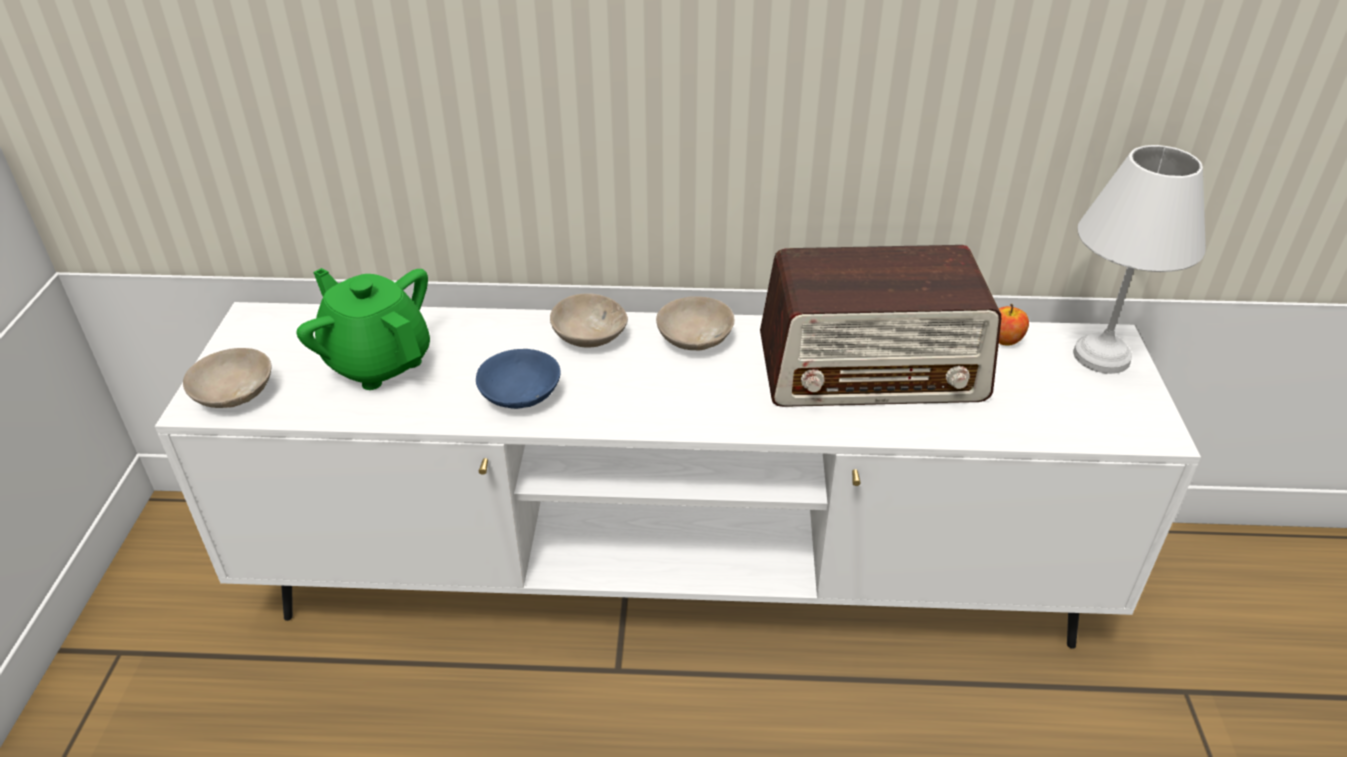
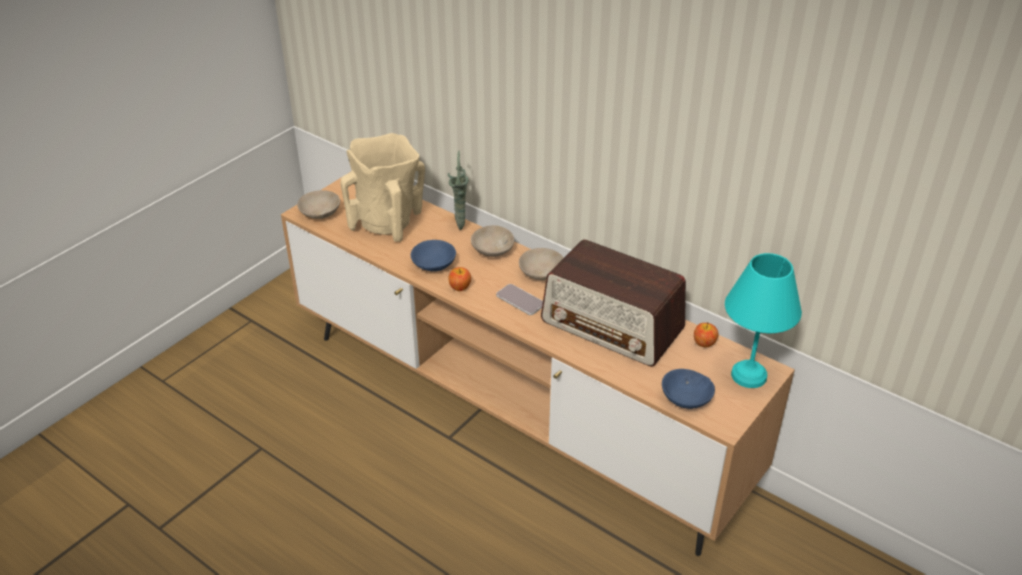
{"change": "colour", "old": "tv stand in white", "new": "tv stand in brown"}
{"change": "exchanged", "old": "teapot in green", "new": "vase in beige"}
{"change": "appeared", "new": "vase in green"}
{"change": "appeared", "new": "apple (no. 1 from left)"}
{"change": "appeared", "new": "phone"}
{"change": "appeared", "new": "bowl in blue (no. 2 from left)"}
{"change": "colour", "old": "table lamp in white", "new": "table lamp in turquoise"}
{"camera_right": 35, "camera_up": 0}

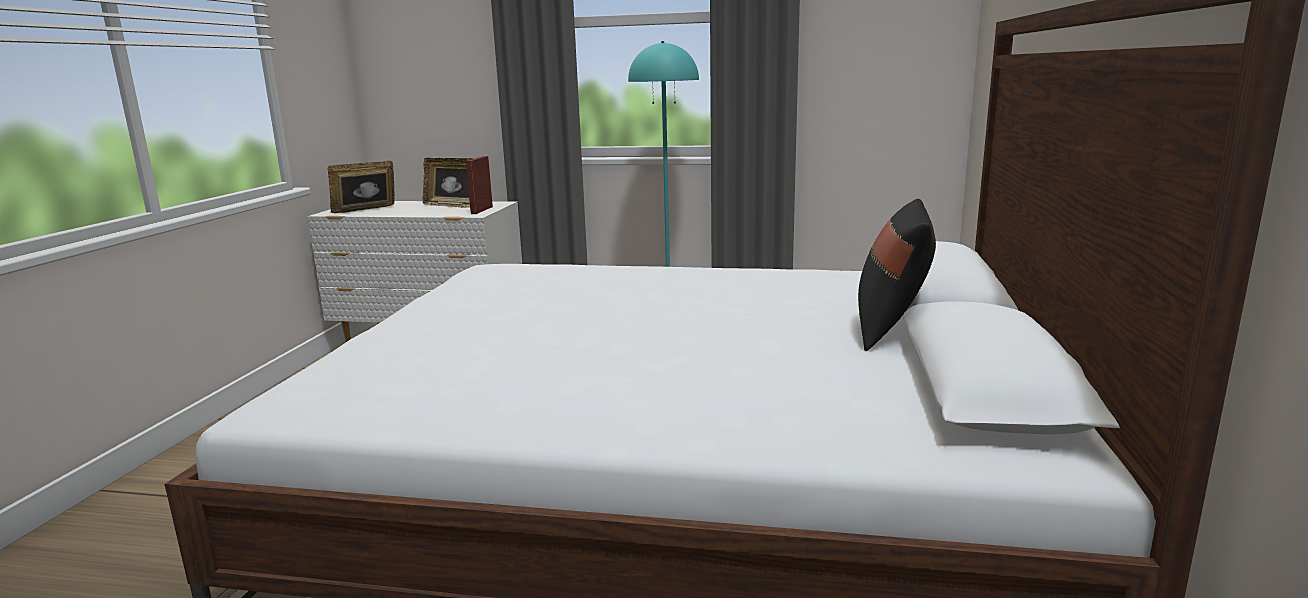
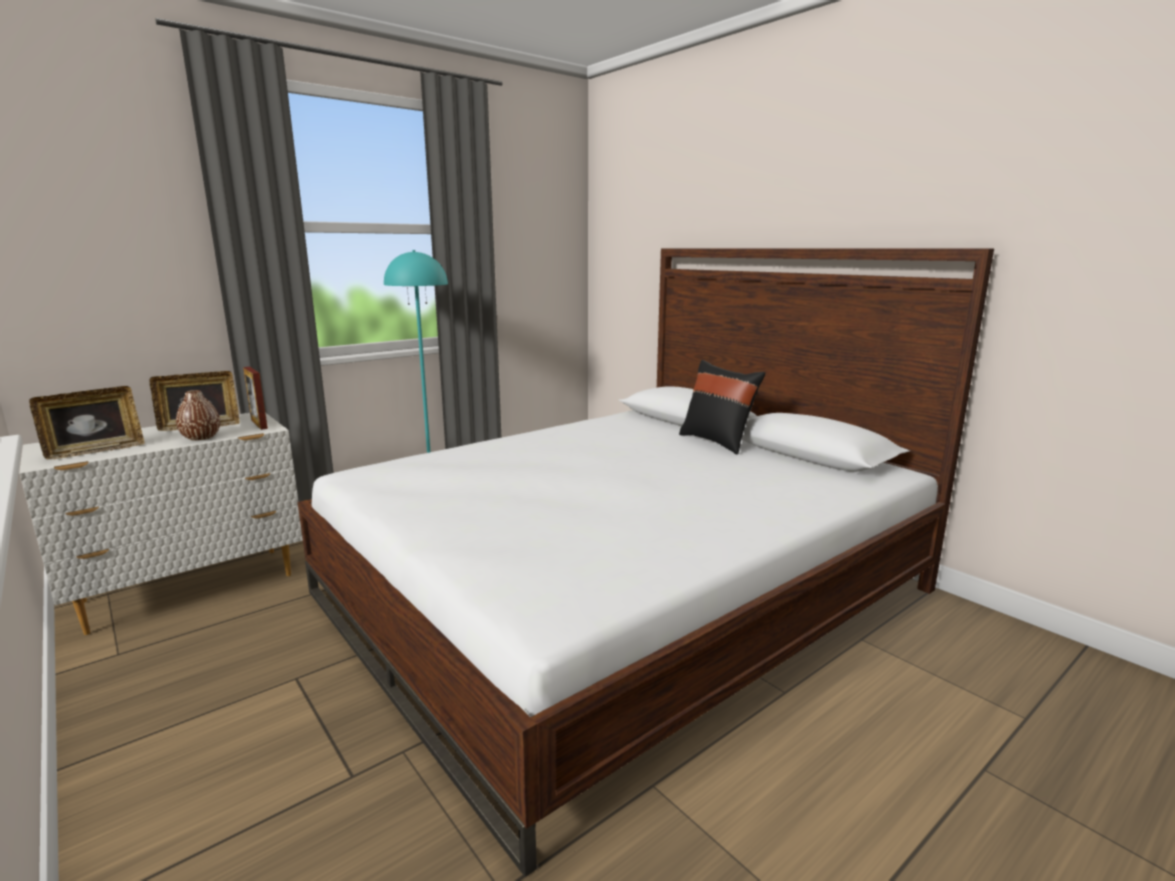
{"change": "spun", "old": "picture frame (no. 1 from left)", "degrees": -135}
{"change": "appeared", "new": "vase in brown"}
{"camera_right": -50, "camera_up": 0}

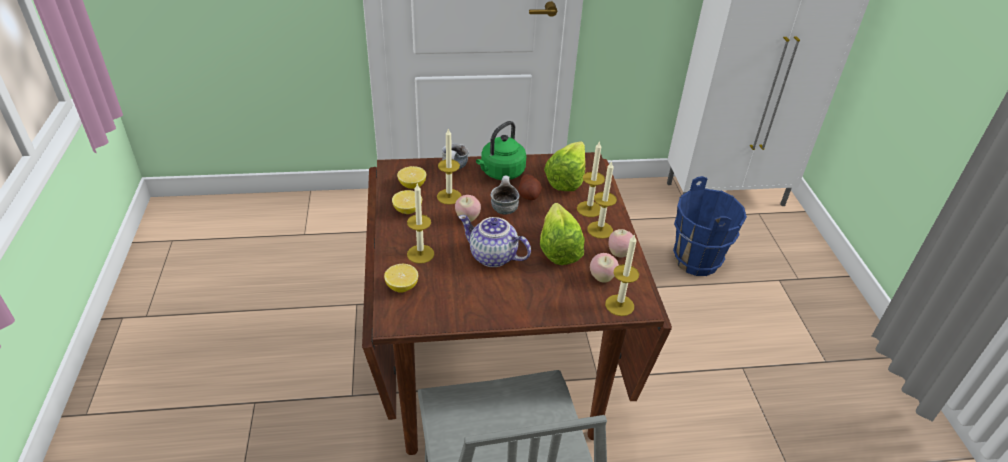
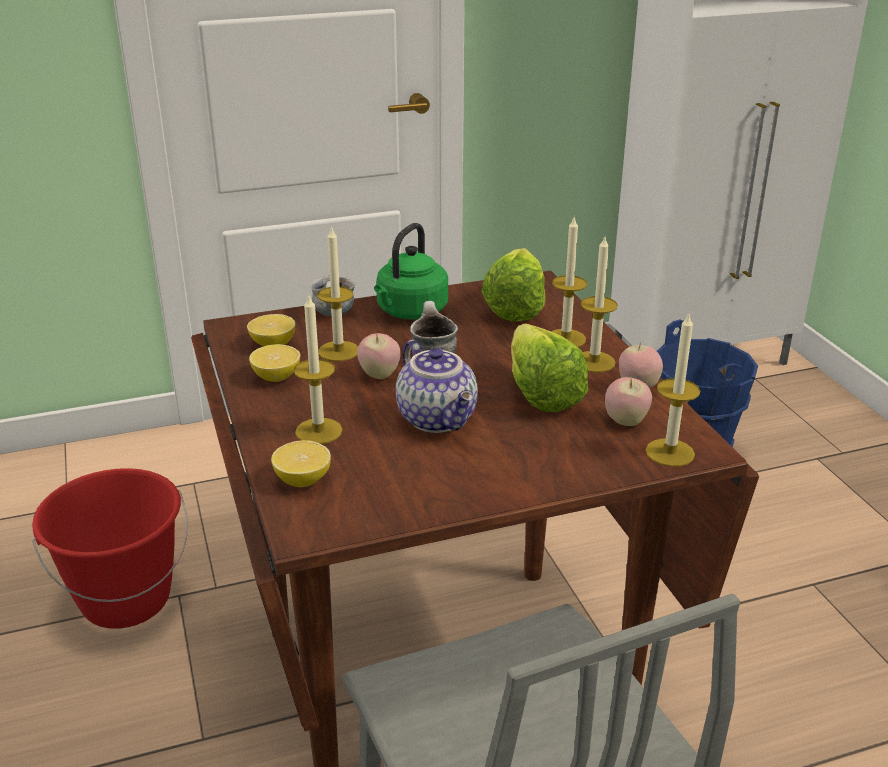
{"change": "appeared", "new": "bucket in red"}
{"change": "spun", "old": "teapot", "degrees": -135}
{"change": "missing", "old": "potato"}
{"camera_right": -10, "camera_up": -10}

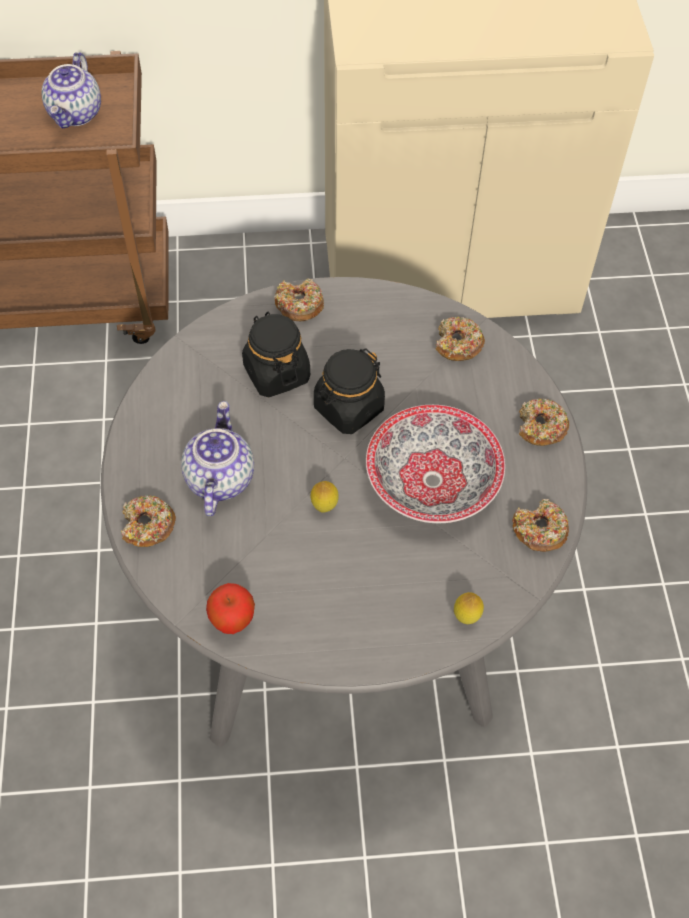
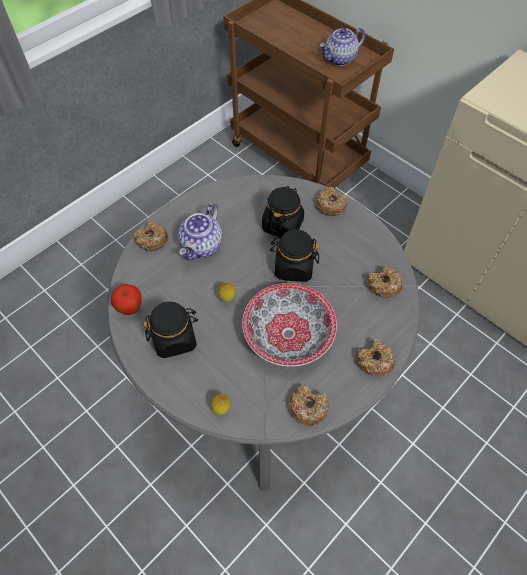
{"change": "appeared", "new": "jar in black (no. 1 from left)"}
{"change": "spun", "old": "teapot (no. 2 from left in the first image)", "degrees": 150}
{"camera_right": 50, "camera_up": 0}

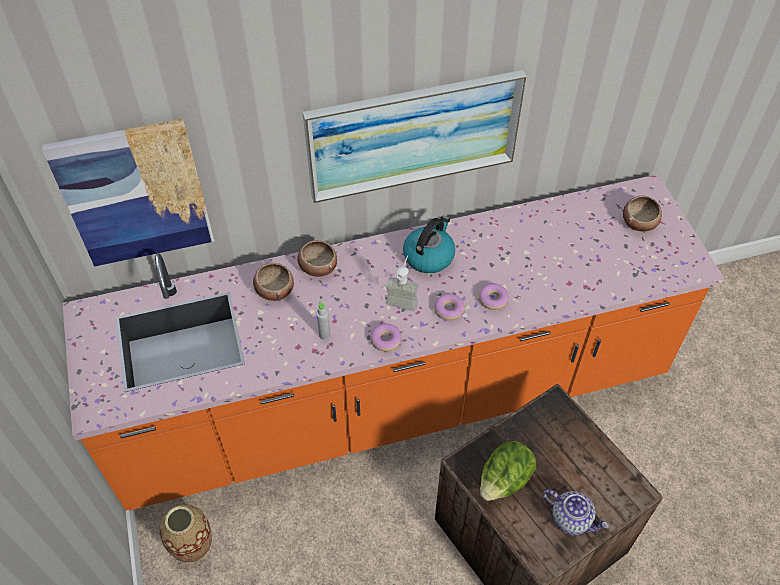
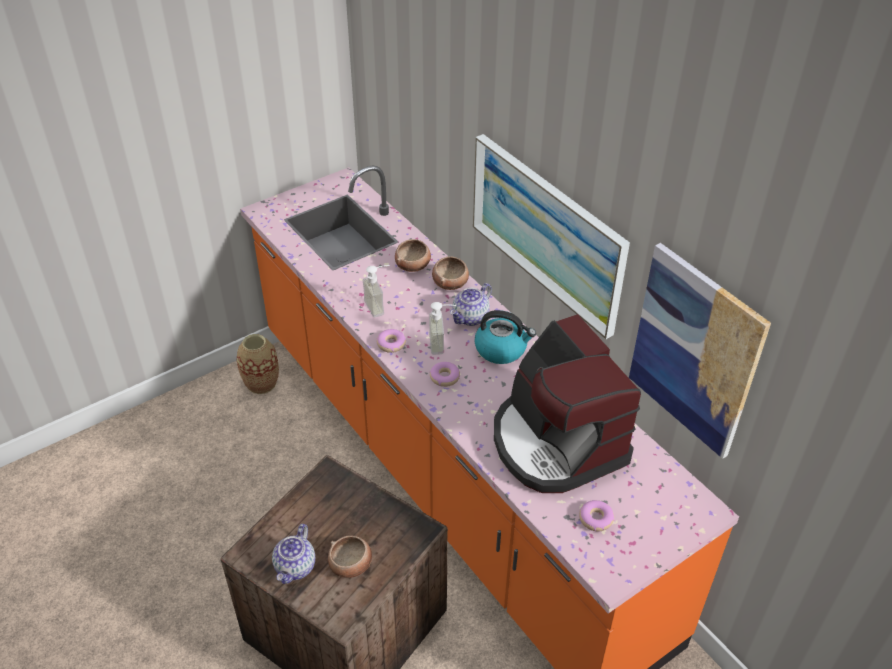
{"change": "relocated", "old": "bowl (no. 3 from left in the first image)", "new": "bowl (no. 1 from left)"}
{"change": "exchanged", "old": "bottle in grey", "new": "soap dispenser (no. 1 from left)"}
{"change": "appeared", "new": "teapot (no. 2 from left)"}
{"change": "appeared", "new": "coffee machine"}
{"change": "relocated", "old": "donut (no. 3 from left)"}
{"change": "relocated", "old": "picture (no. 1 from left in the first image)", "new": "picture (no. 2 from left)"}
{"change": "missing", "old": "lettuce"}
{"camera_right": 70, "camera_up": -10}

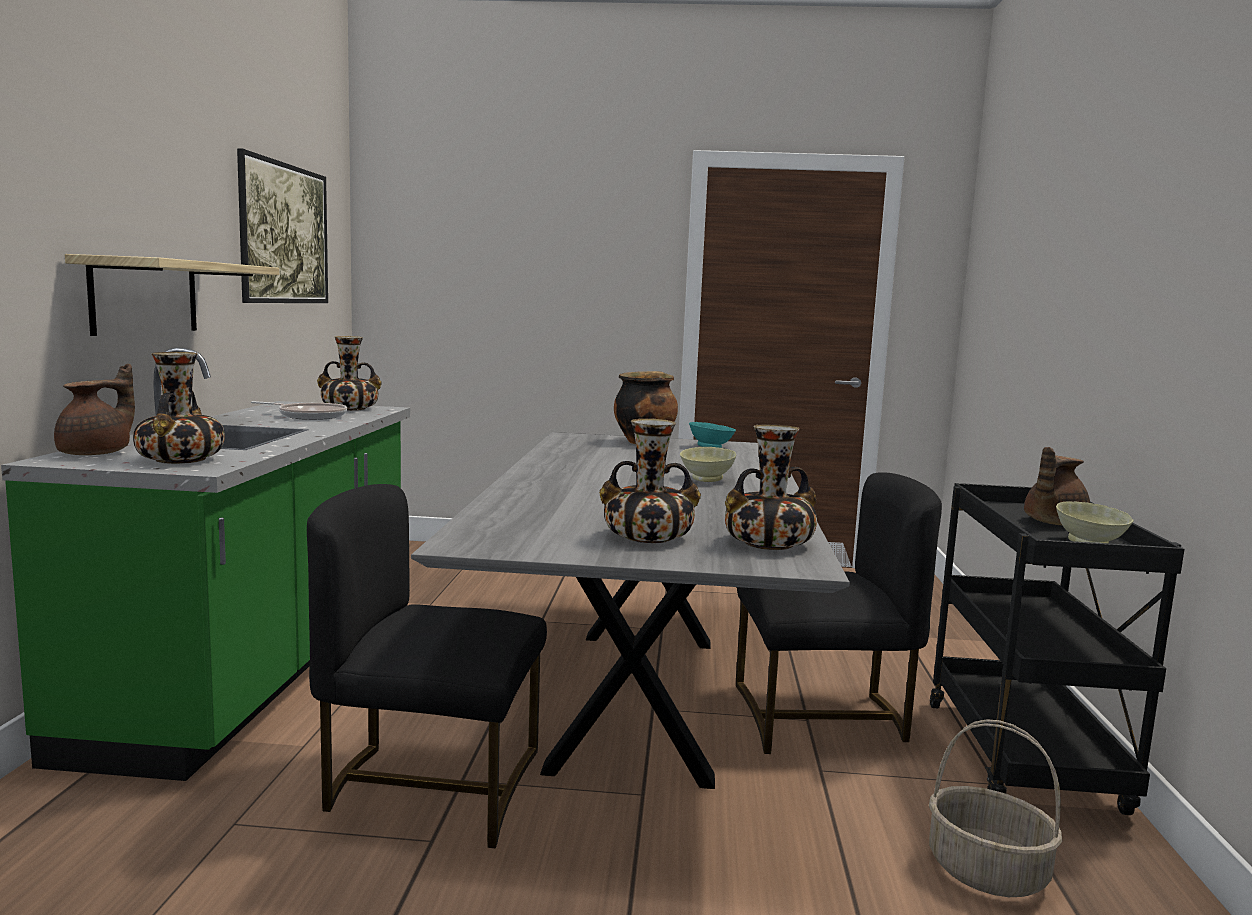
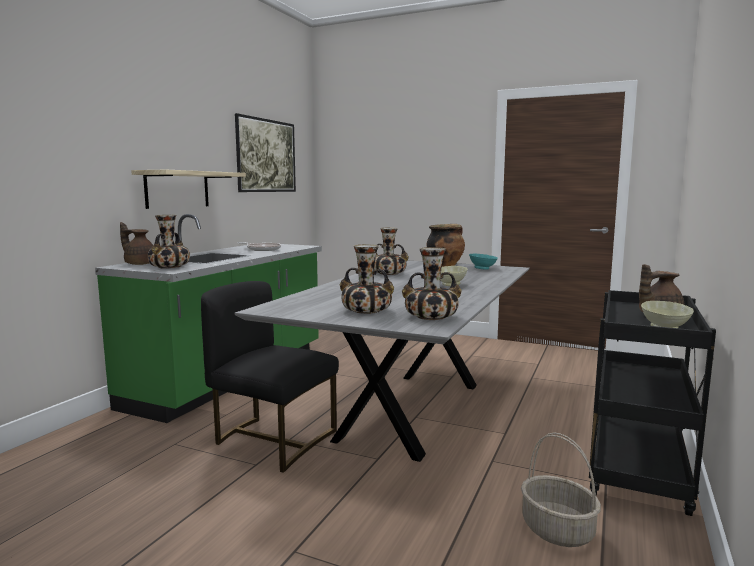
{"change": "spun", "old": "teapot in brown (no. 1 from left)", "degrees": -105}
{"change": "relocated", "old": "vase (no. 2 from left in the first image)", "new": "vase (no. 3 from left)"}
{"change": "missing", "old": "chair in black (no. 2 from left)"}
{"camera_right": 20, "camera_up": 0}

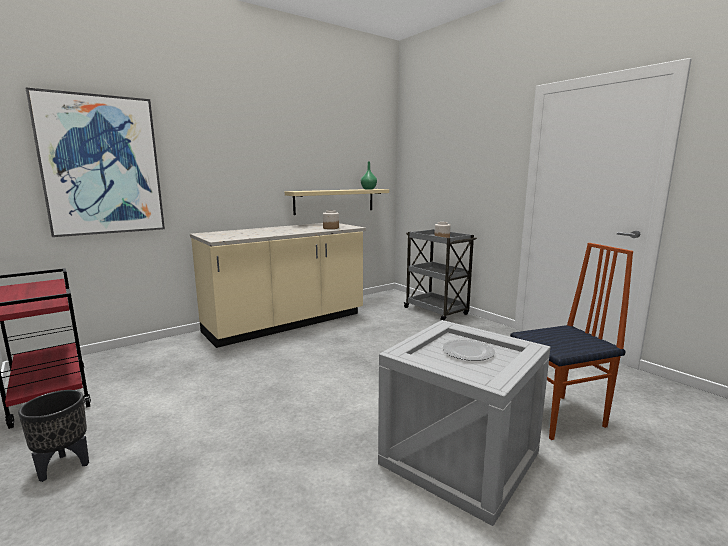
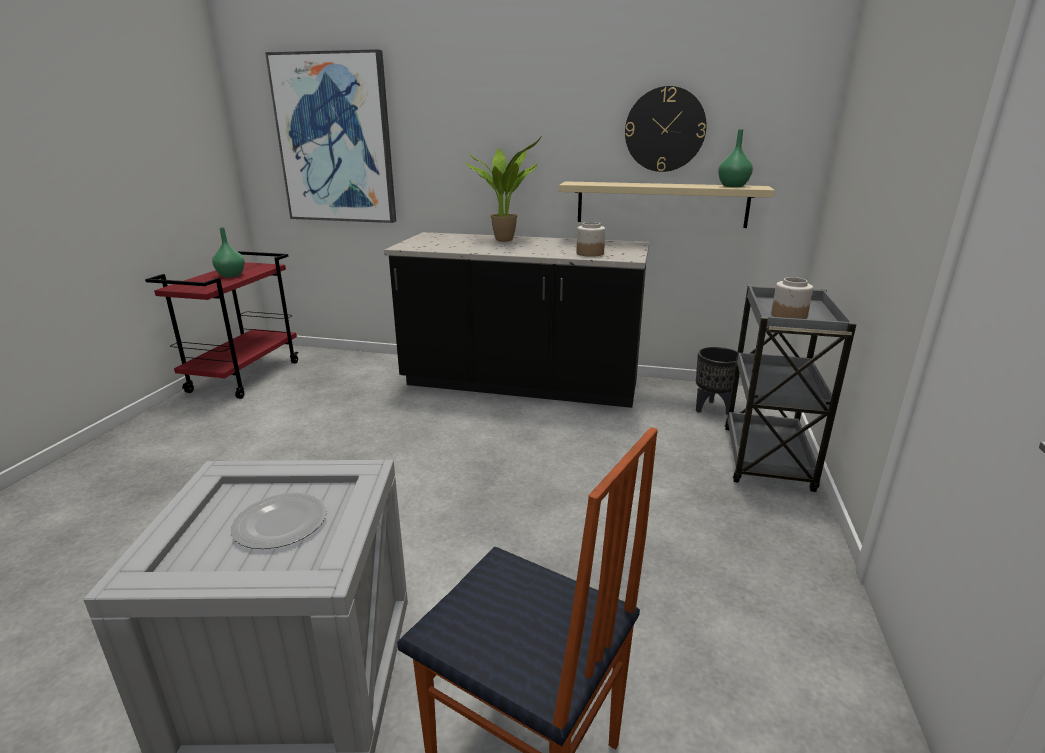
{"change": "appeared", "new": "vase in green (no. 1 from left)"}
{"change": "colour", "old": "counter in beige", "new": "counter in black"}
{"change": "appeared", "new": "potted plant"}
{"change": "appeared", "new": "wall clock"}
{"change": "relocated", "old": "planter in black"}
{"camera_right": 50, "camera_up": 10}

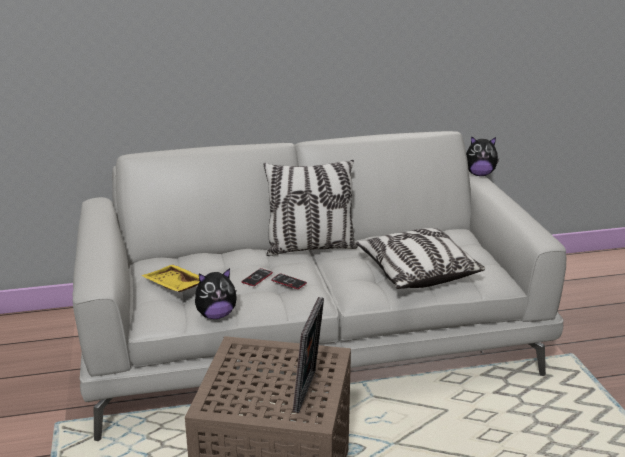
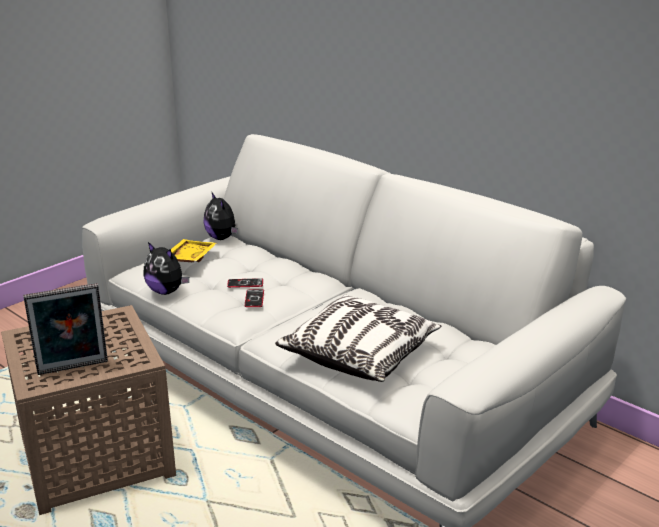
{"change": "relocated", "old": "plush toy (no. 2 from left)"}
{"change": "missing", "old": "pillow (no. 1 from left)"}
{"camera_right": 55, "camera_up": 0}

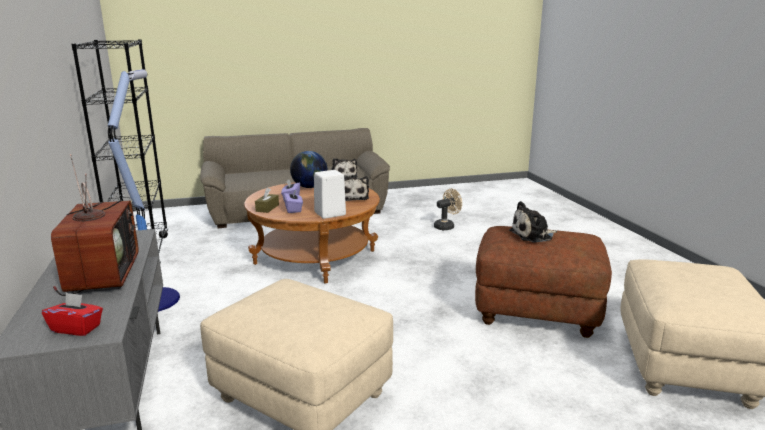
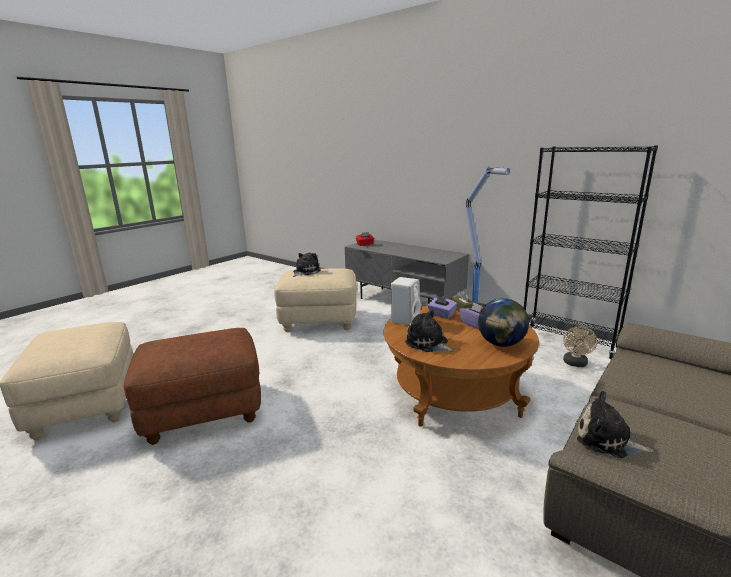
{"change": "relocated", "old": "plush toy (no. 3 from left in the first image)", "new": "plush toy (no. 1 from left)"}
{"change": "relocated", "old": "fan in beige"}
{"change": "missing", "old": "television"}
{"camera_right": 145, "camera_up": 0}

